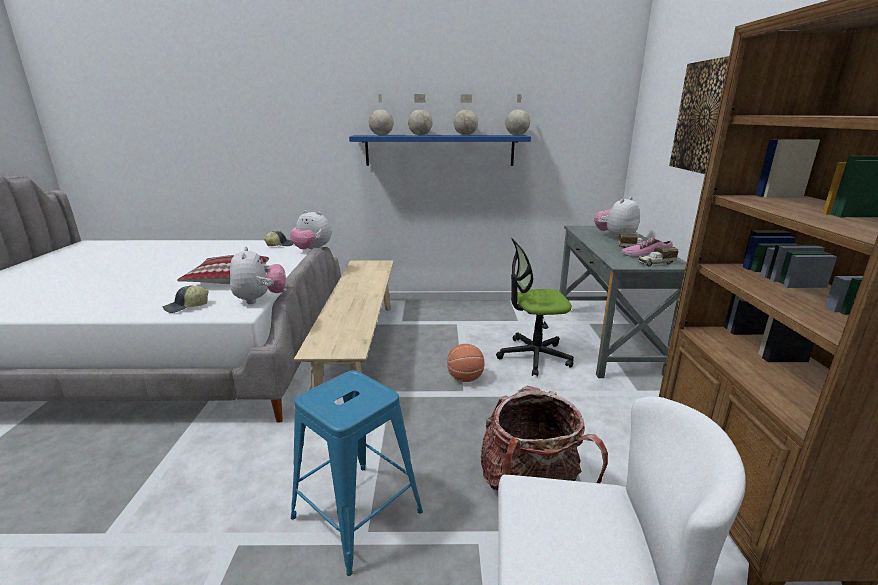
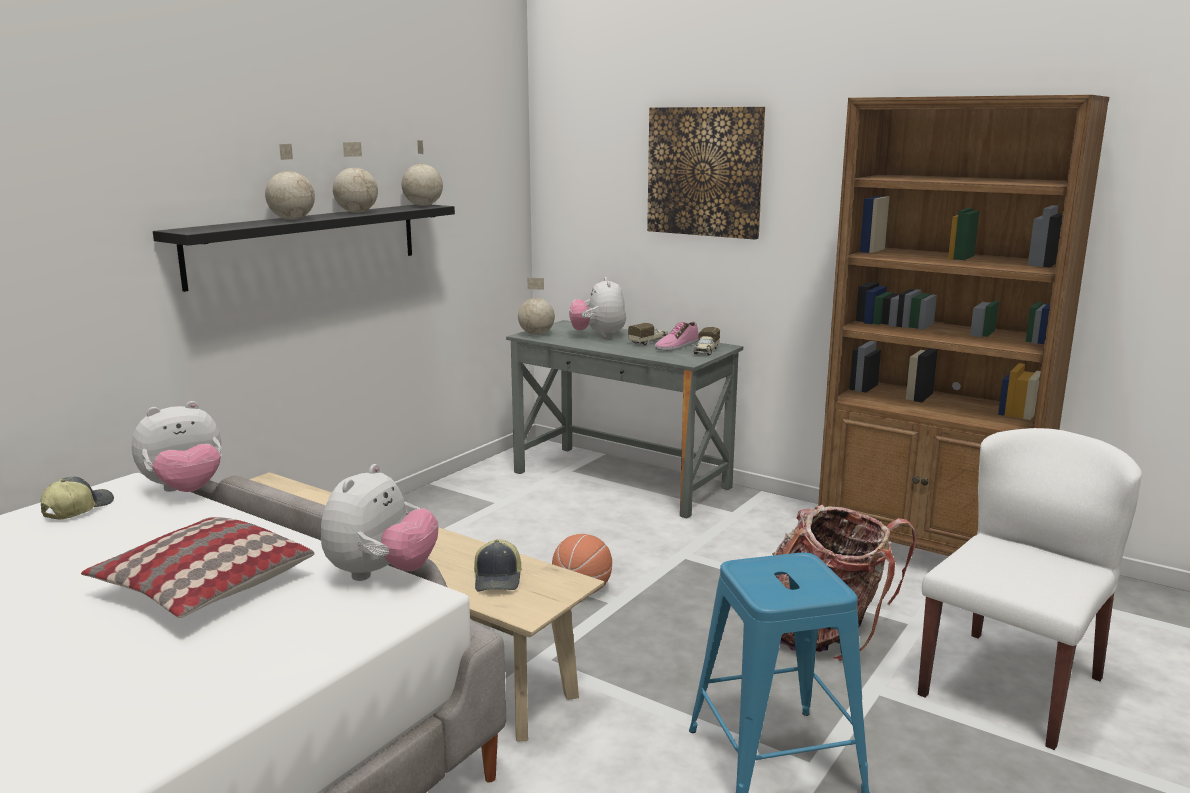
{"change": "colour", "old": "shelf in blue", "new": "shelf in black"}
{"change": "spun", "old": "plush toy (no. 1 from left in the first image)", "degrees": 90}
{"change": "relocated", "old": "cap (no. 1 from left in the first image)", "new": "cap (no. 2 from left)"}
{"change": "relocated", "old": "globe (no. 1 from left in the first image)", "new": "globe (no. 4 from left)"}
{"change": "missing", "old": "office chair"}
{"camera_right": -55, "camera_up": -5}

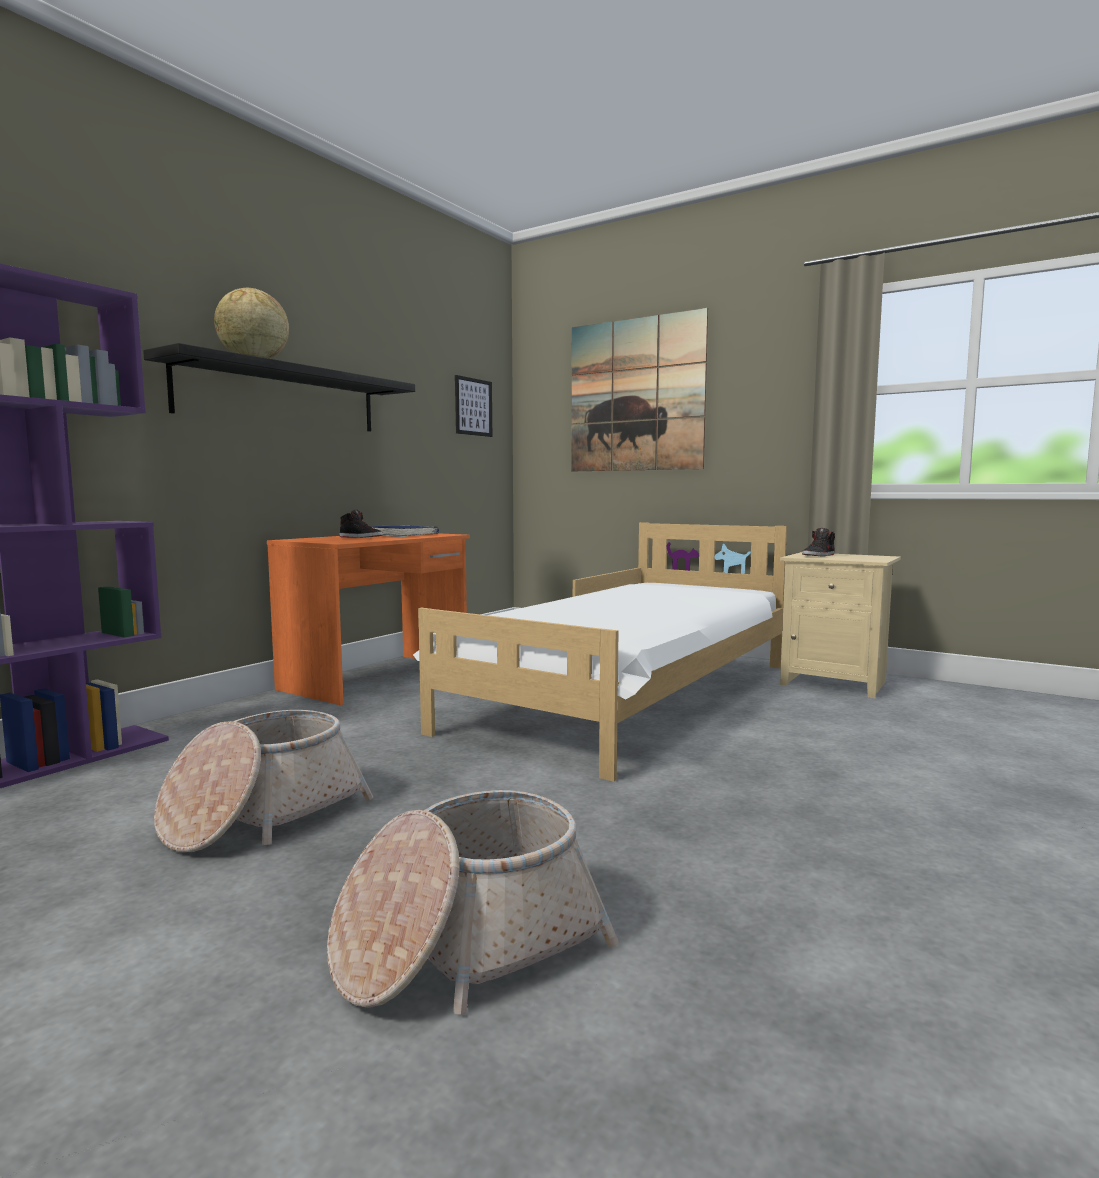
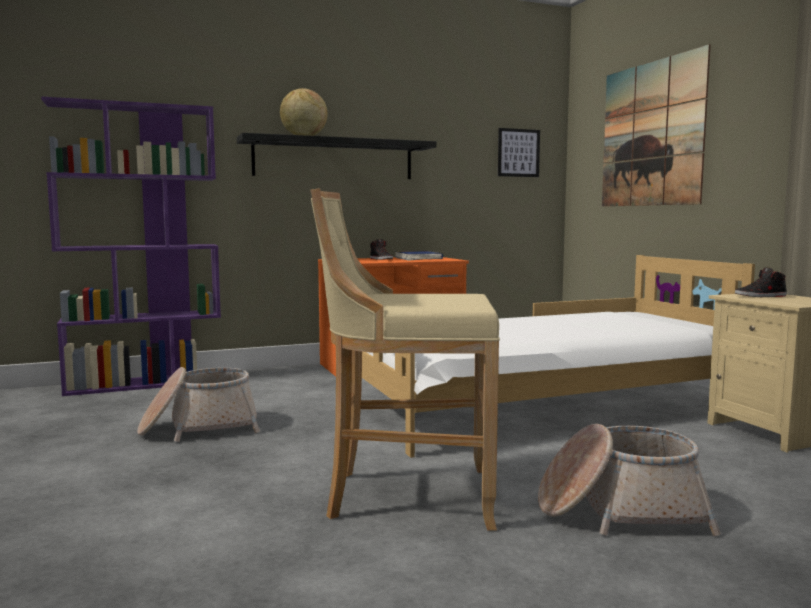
{"change": "appeared", "new": "stool in beige"}
{"change": "relocated", "old": "basket (no. 2 from left)"}
{"camera_right": 35, "camera_up": 0}

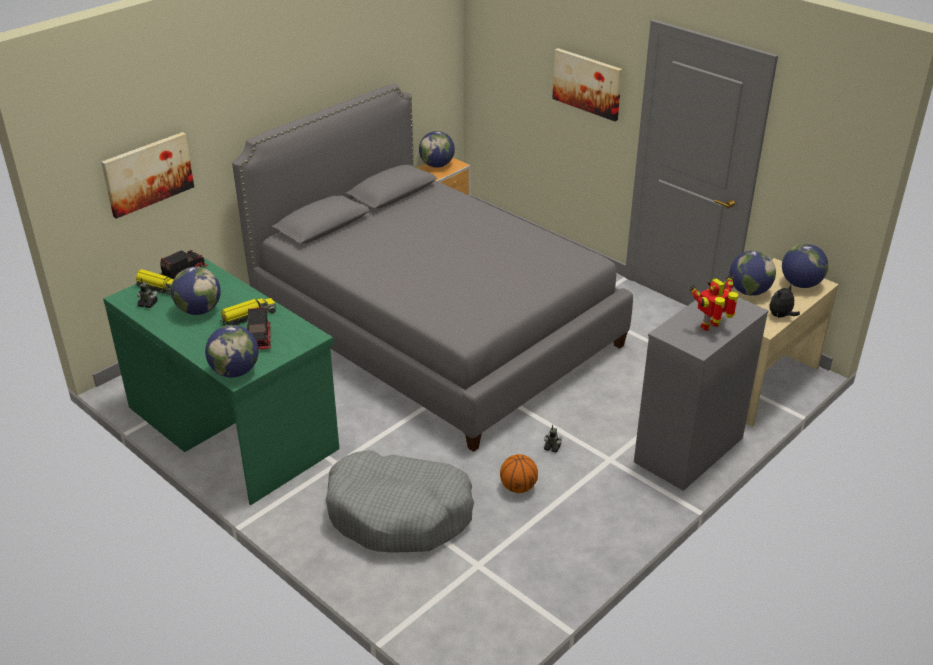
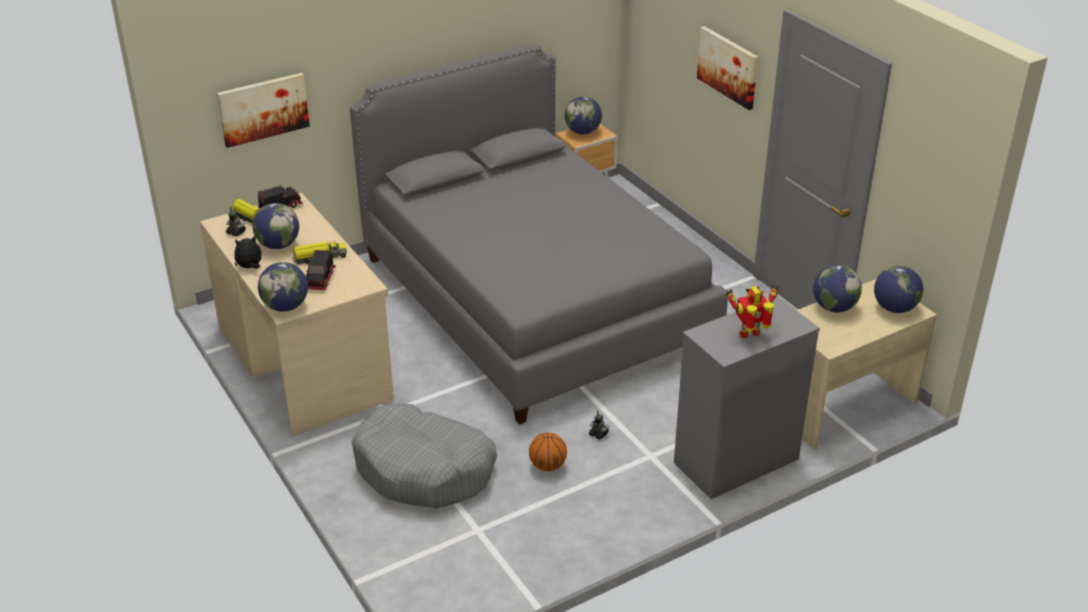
{"change": "colour", "old": "desk in green", "new": "desk in beige (no. 1 from left)"}
{"change": "relocated", "old": "plush toy"}
{"camera_right": 15, "camera_up": 0}

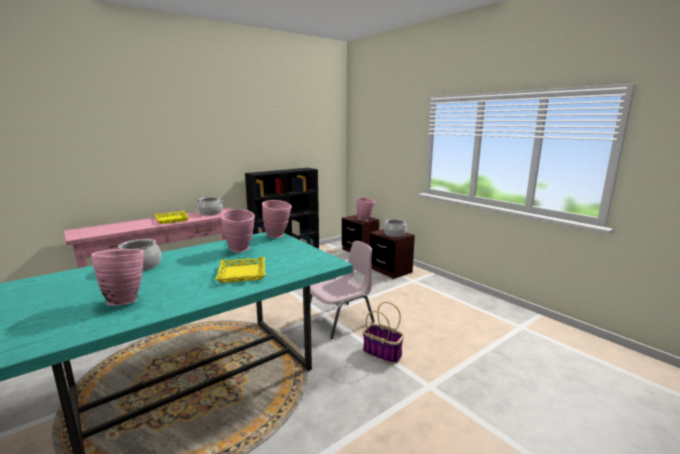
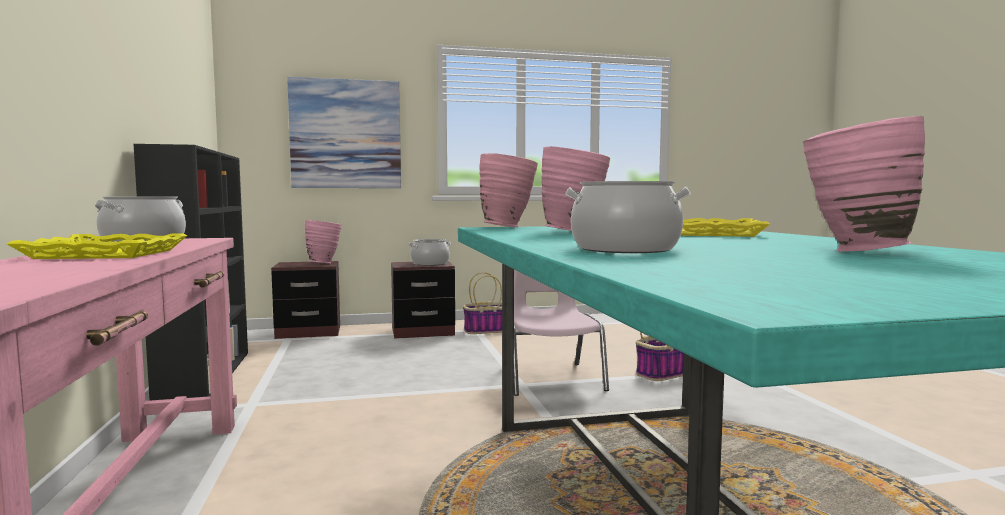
{"change": "appeared", "new": "picture"}
{"change": "appeared", "new": "basket (no. 1 from left)"}
{"camera_right": -65, "camera_up": -10}

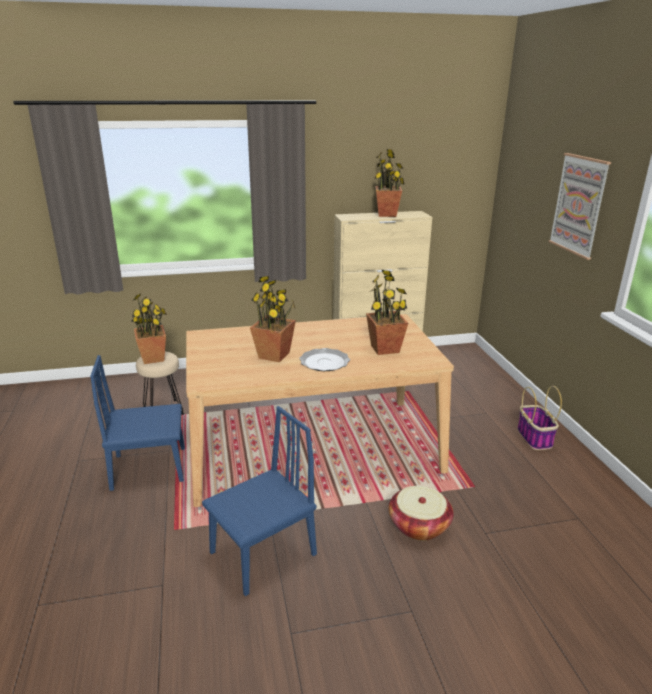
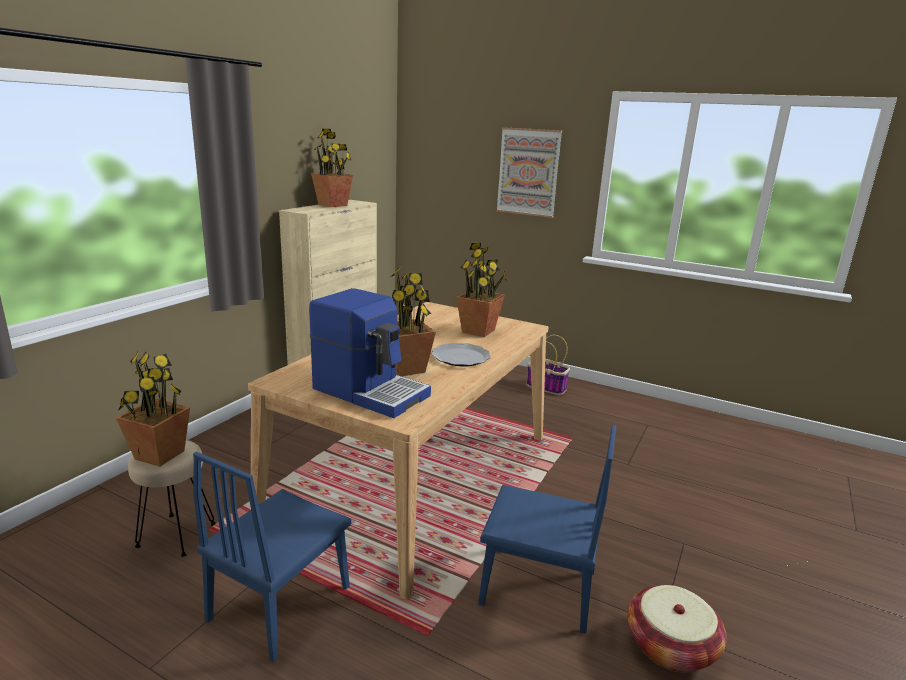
{"change": "appeared", "new": "coffee machine"}
{"change": "spun", "old": "chair in blue (no. 2 from left)", "degrees": 105}
{"change": "relocated", "old": "basket (no. 1 from left in the first image)", "new": "basket (no. 2 from left)"}
{"camera_right": -50, "camera_up": -5}

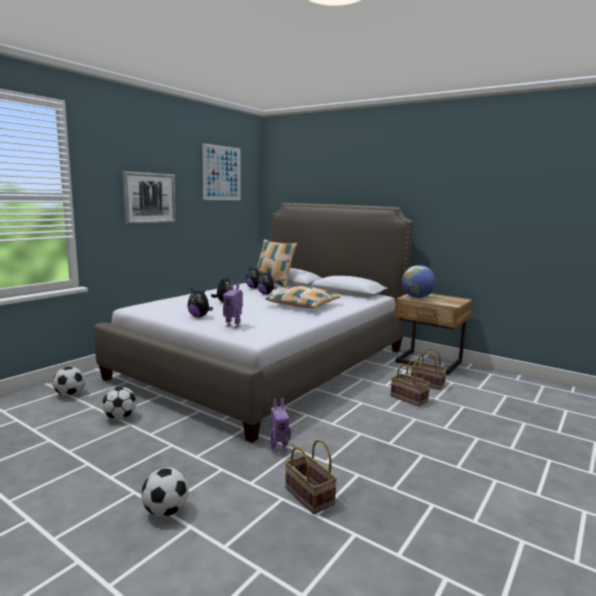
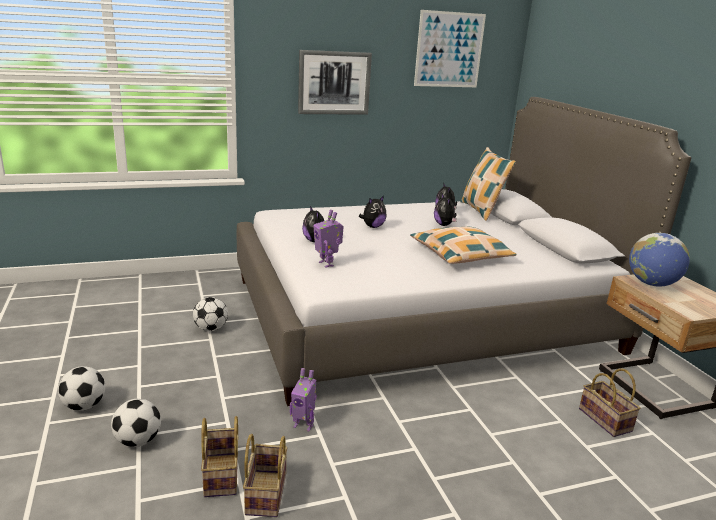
{"change": "relocated", "old": "football (no. 1 from left)"}
{"change": "relocated", "old": "basket (no. 2 from left in the first image)", "new": "basket (no. 1 from left)"}
{"camera_right": 35, "camera_up": 10}

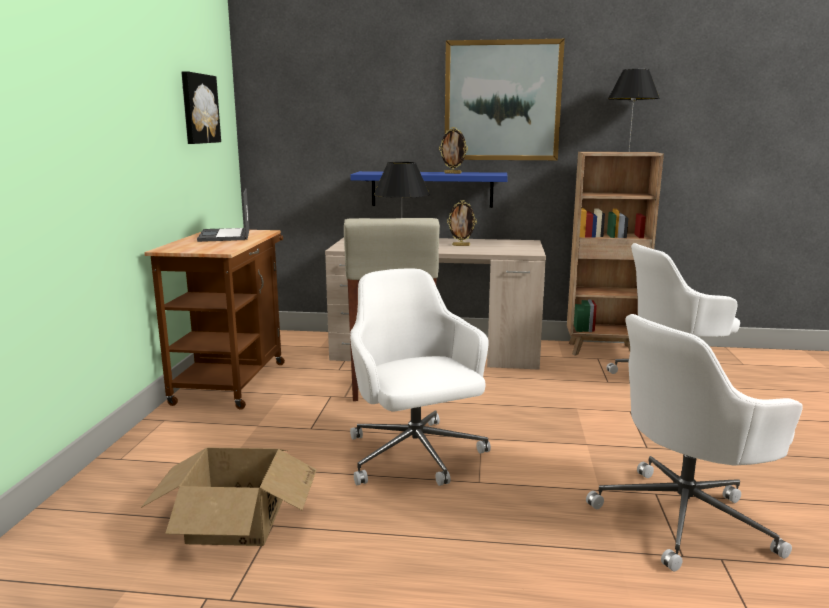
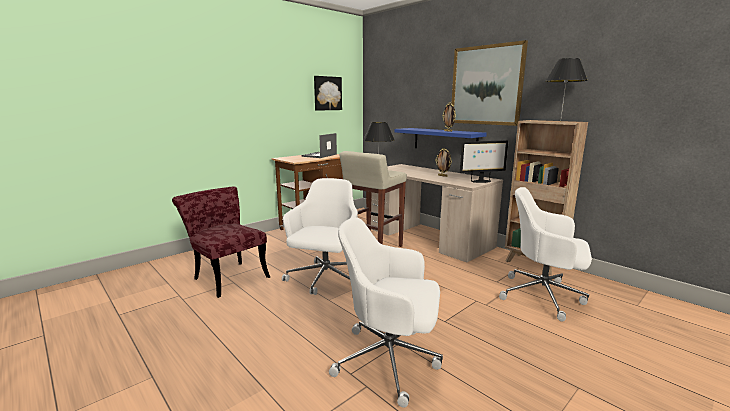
{"change": "exchanged", "old": "cardboard box", "new": "chair in red"}
{"change": "appeared", "new": "monitor"}
{"camera_right": 40, "camera_up": 0}

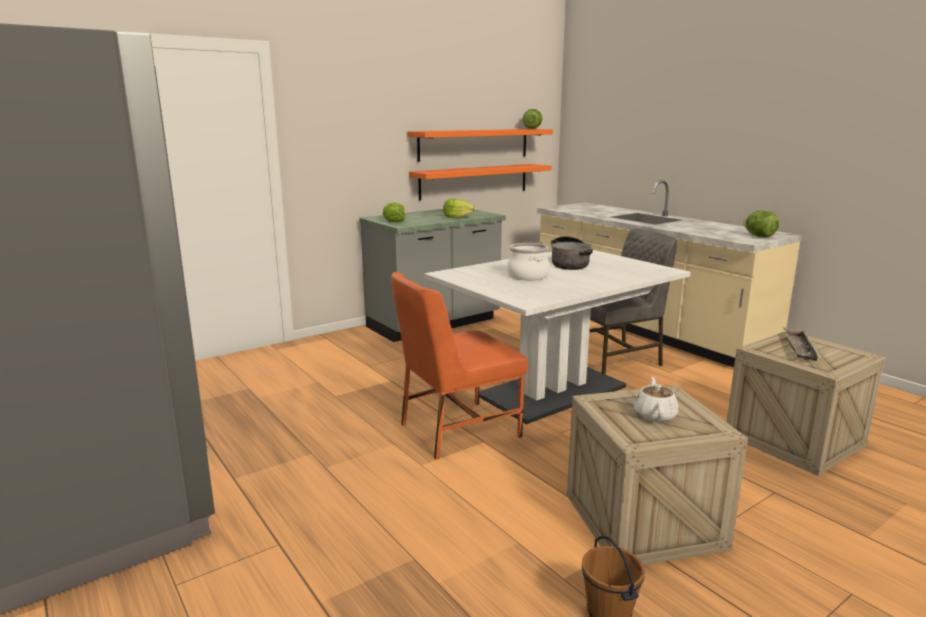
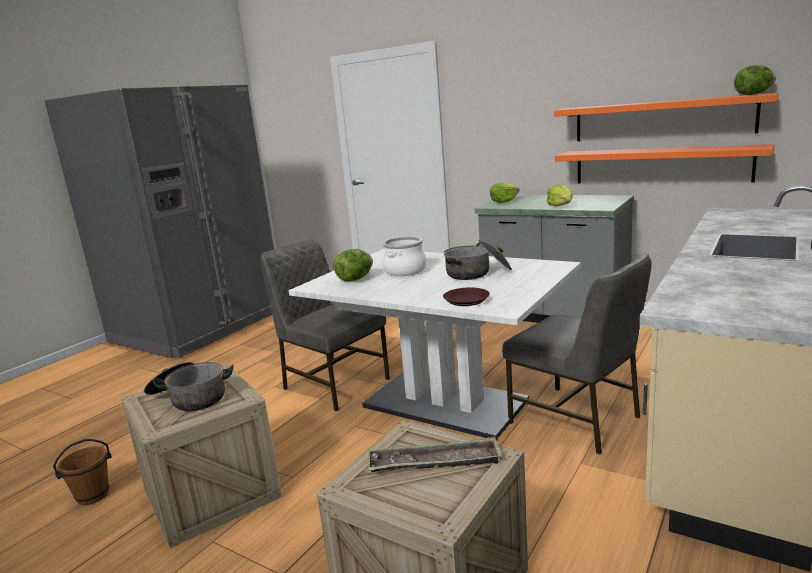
{"change": "exchanged", "old": "teapot in white", "new": "cooking pot (no. 1 from left)"}
{"change": "colour", "old": "chair in orange", "new": "chair in grey (no. 1 from left)"}
{"change": "relocated", "old": "lettuce (no. 4 from left in the first image)", "new": "lettuce (no. 1 from left)"}
{"change": "appeared", "new": "plate in brown"}
{"camera_right": 70, "camera_up": 0}

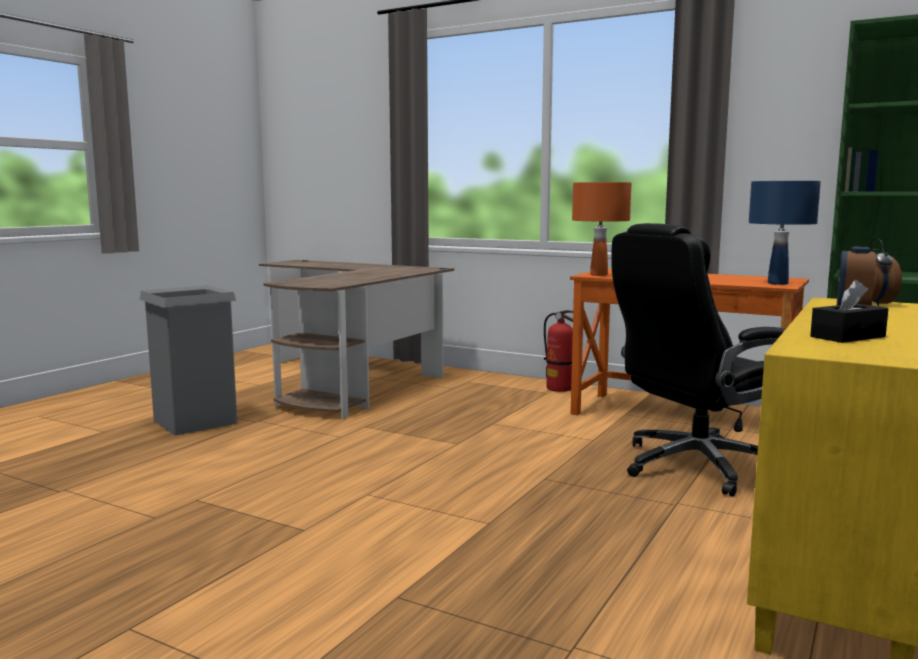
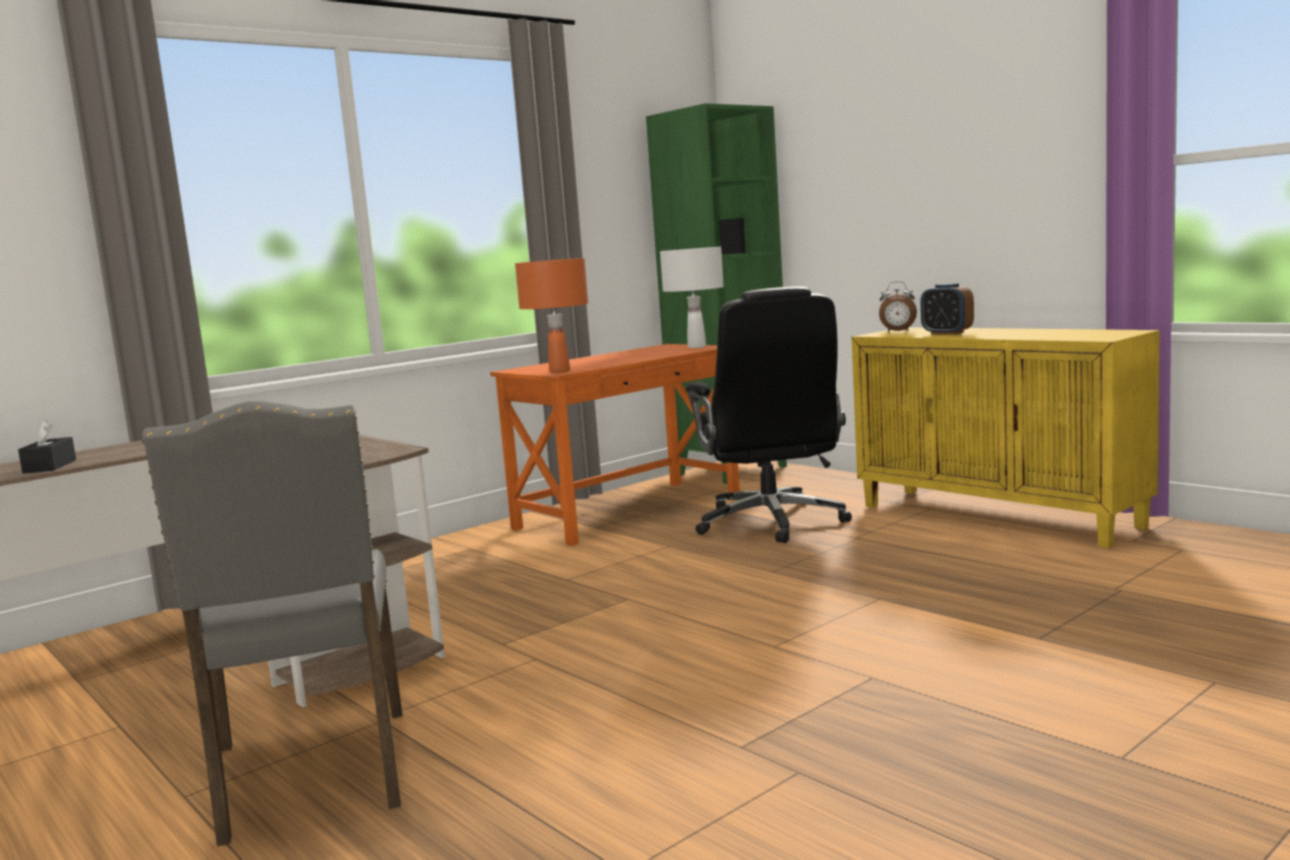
{"change": "relocated", "old": "tissue box in black"}
{"change": "exchanged", "old": "trash can in grey", "new": "chair in grey"}
{"change": "colour", "old": "table lamp in blue", "new": "table lamp in white"}
{"change": "missing", "old": "fire extinguisher"}
{"camera_right": -70, "camera_up": 0}

